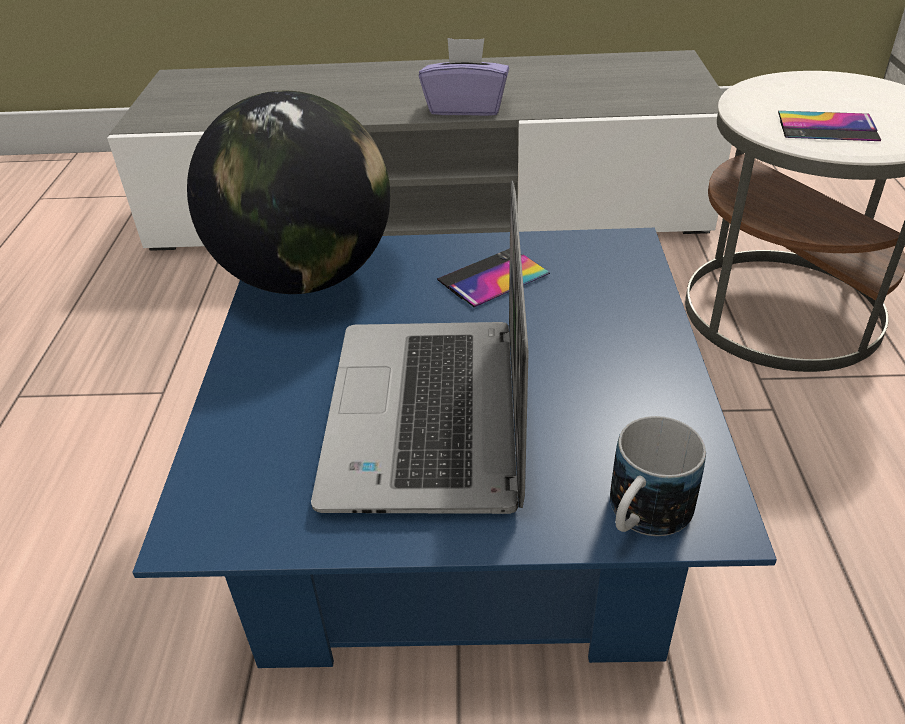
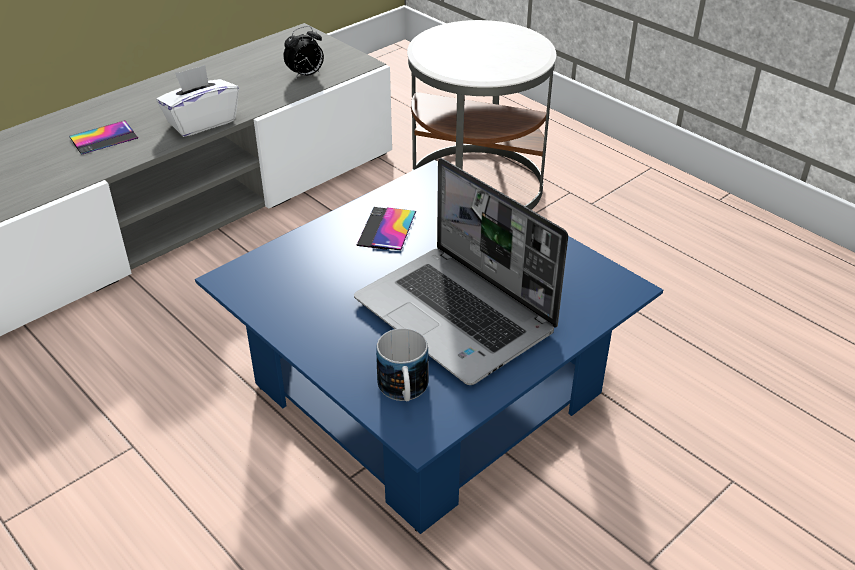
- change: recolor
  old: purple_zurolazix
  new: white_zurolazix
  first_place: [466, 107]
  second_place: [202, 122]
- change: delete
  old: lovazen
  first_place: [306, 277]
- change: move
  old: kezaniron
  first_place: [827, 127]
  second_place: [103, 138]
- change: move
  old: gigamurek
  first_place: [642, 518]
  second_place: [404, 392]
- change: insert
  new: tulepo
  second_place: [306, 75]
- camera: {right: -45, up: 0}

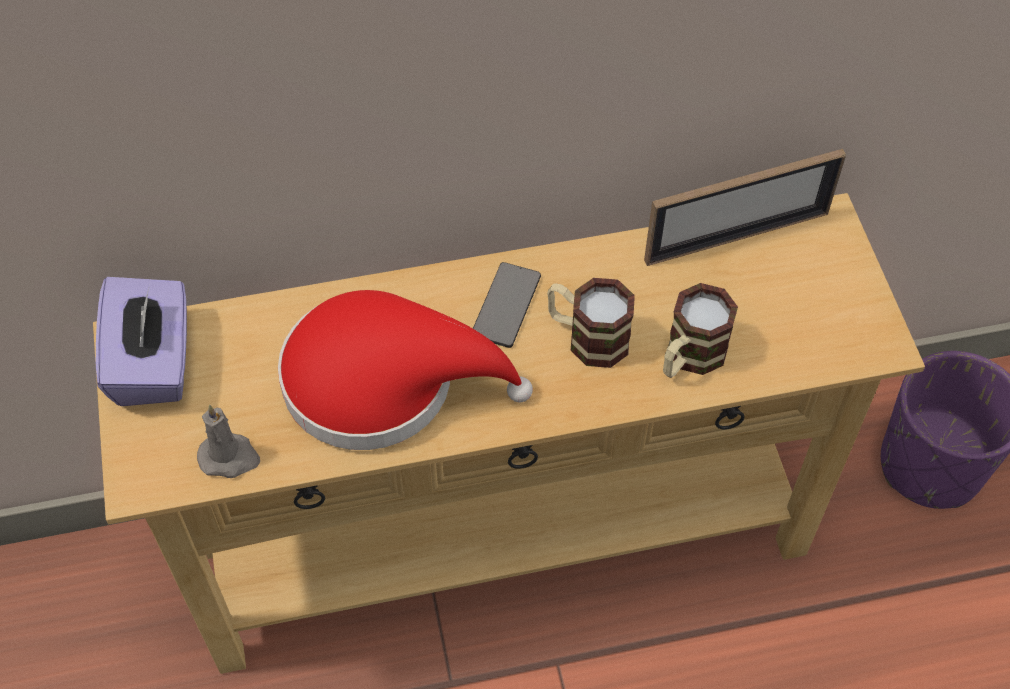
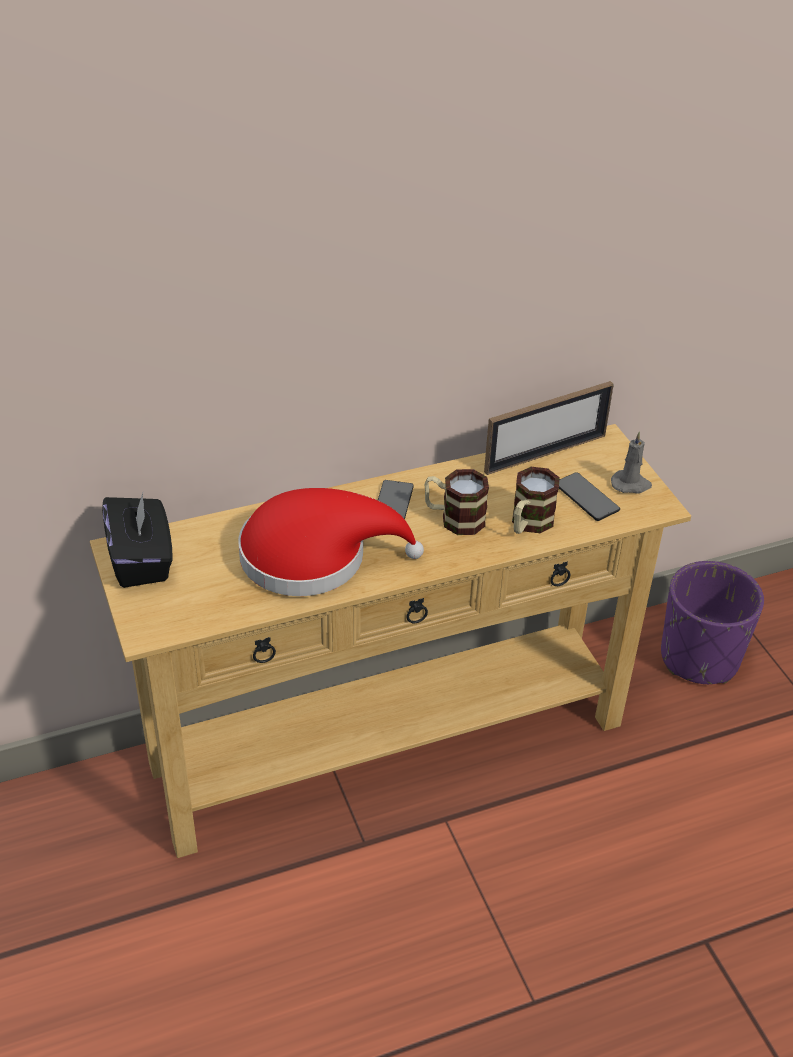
- change: recolor
  old: purple_zurolazix
  new: black_zurolazix
  first_place: [154, 363]
  second_place: [141, 560]
- change: move
  old: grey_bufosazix
  first_place: [230, 457]
  second_place: [631, 484]
- change: insert
  new: kezaniron
  second_place: [586, 498]
- camera: {right: -10, up: -15}

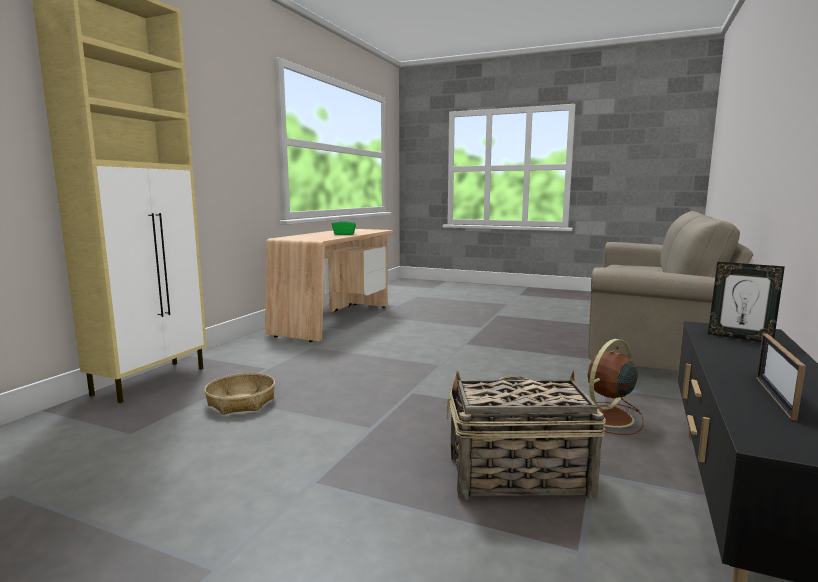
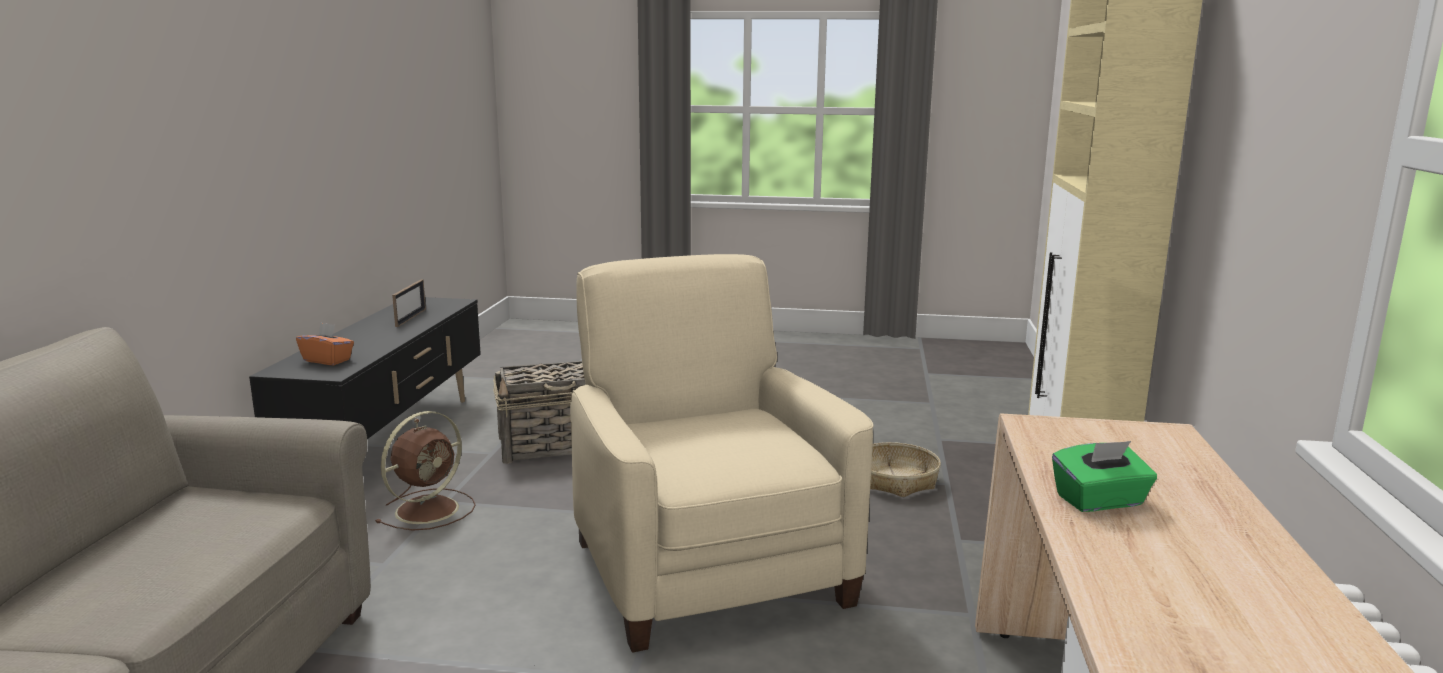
- change: replace
  old: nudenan
  new: orange_zurolazix
  first_place: [740, 337]
  second_place: [327, 360]
- change: insert
  new: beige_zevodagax
  second_place: [708, 570]
- camera: {right: 165, up: 5}

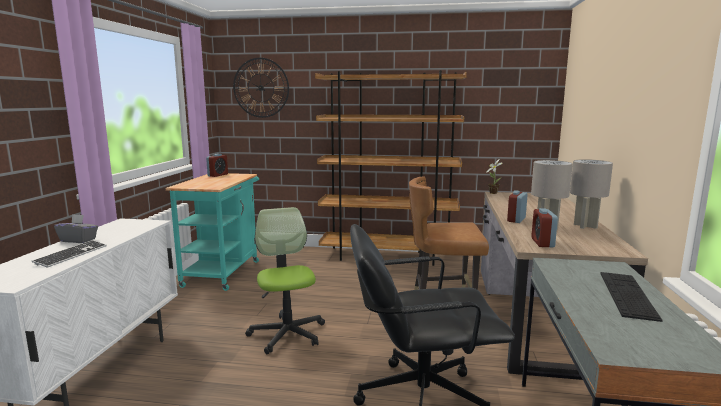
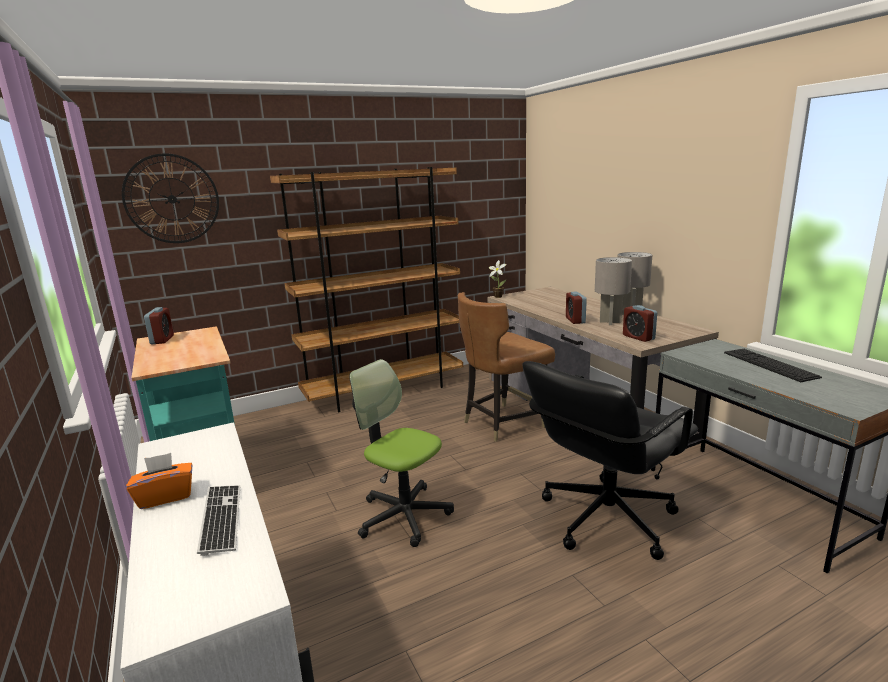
- change: recolor
  old: grey_zurolazix
  new: orange_zurolazix
  first_place: [78, 240]
  second_place: [166, 496]
- camera: {right: -35, up: 5}

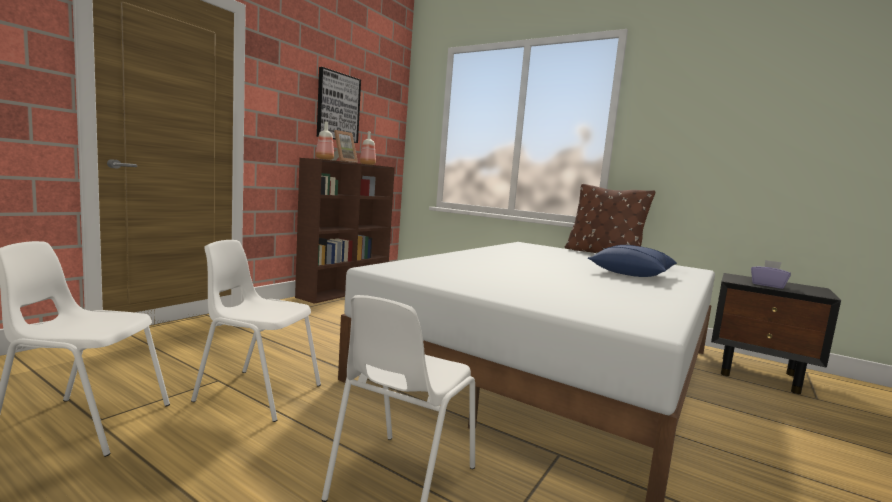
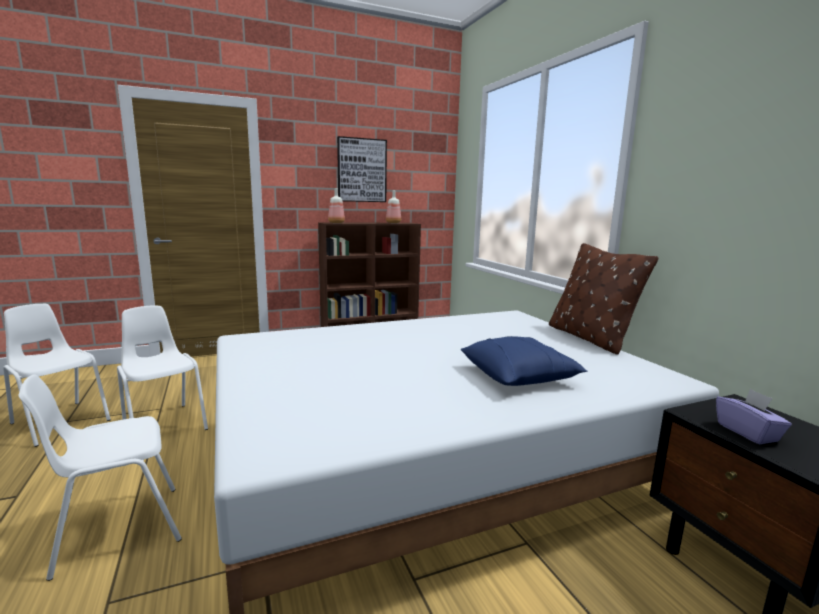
- change: delete
  old: nudenan
  first_place: [343, 161]
- camera: {right: 35, up: 5}

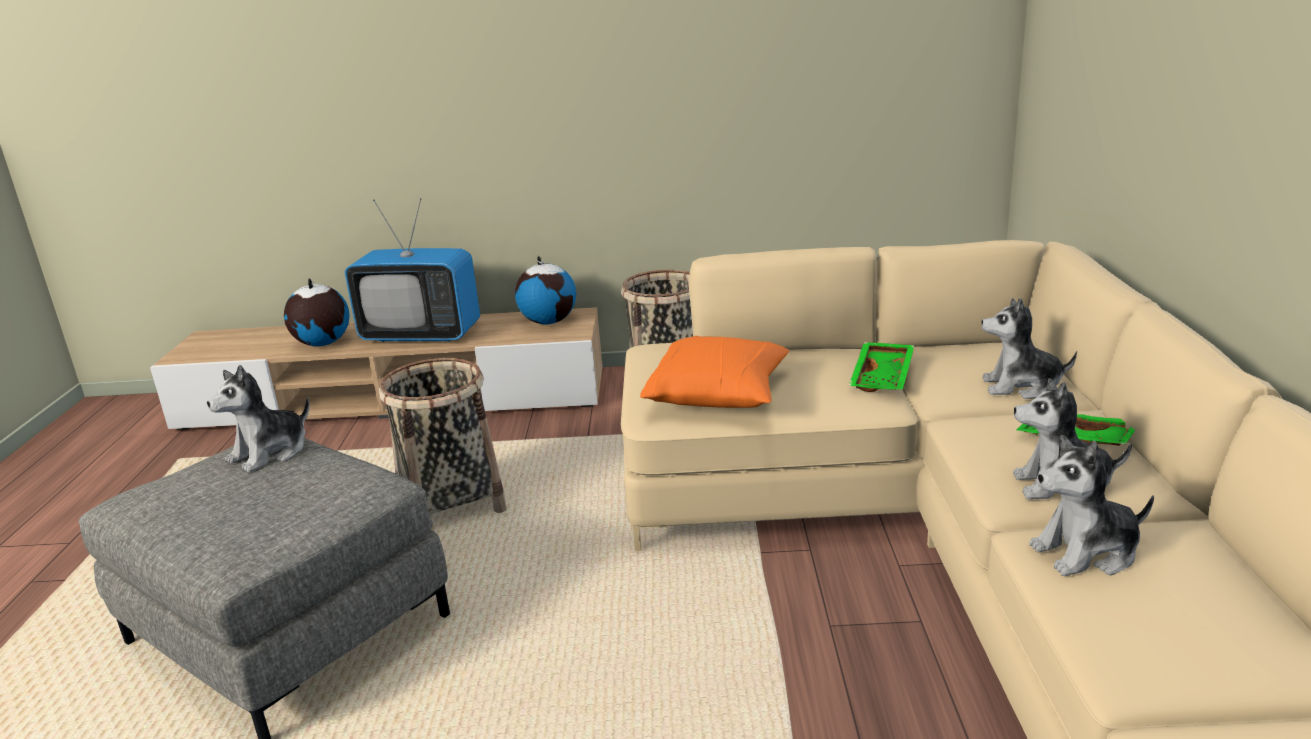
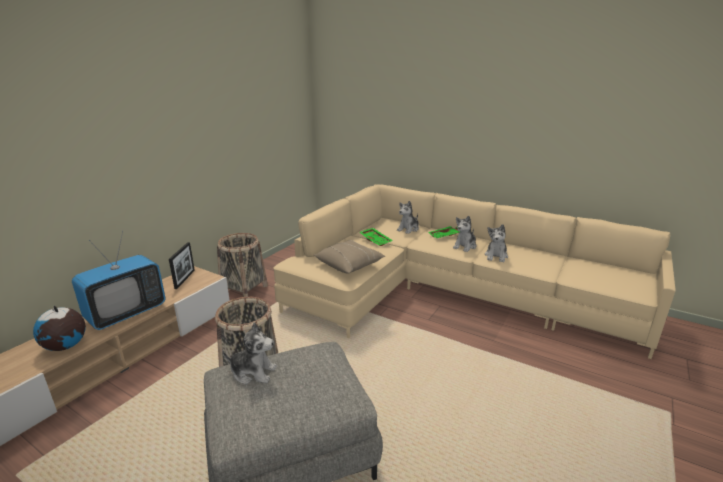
- change: replace
  old: lovazen
  new: nudenan
  first_place: [549, 322]
  second_place: [185, 279]
- change: recolor
  old: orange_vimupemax
  new: beige_vimupemax
  first_place: [718, 394]
  second_place: [349, 264]
- change: rotate
  old: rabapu
  first_place: [270, 453]
  second_place: [253, 372]
  degrees: -60
- camera: {right: -60, up: 0}

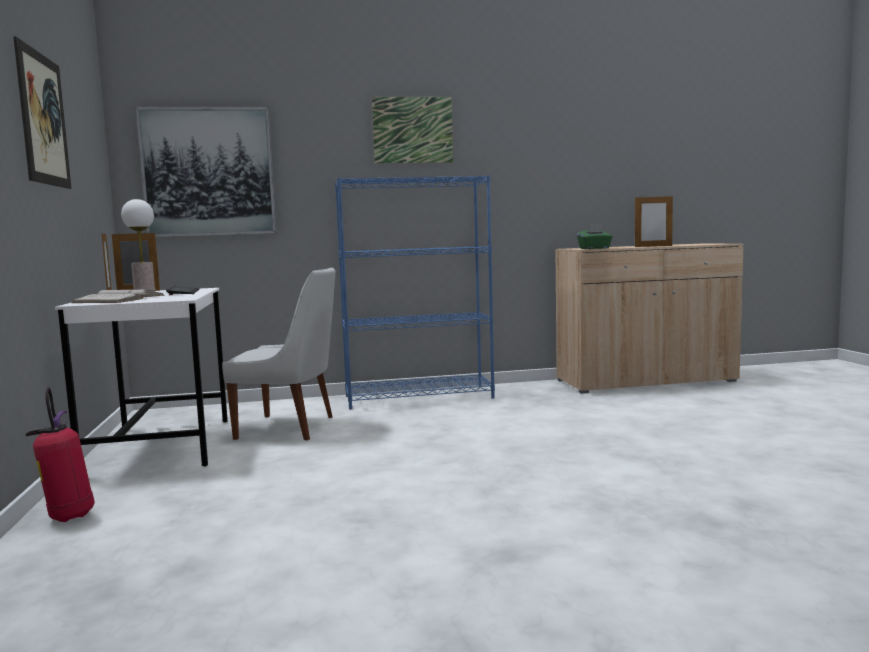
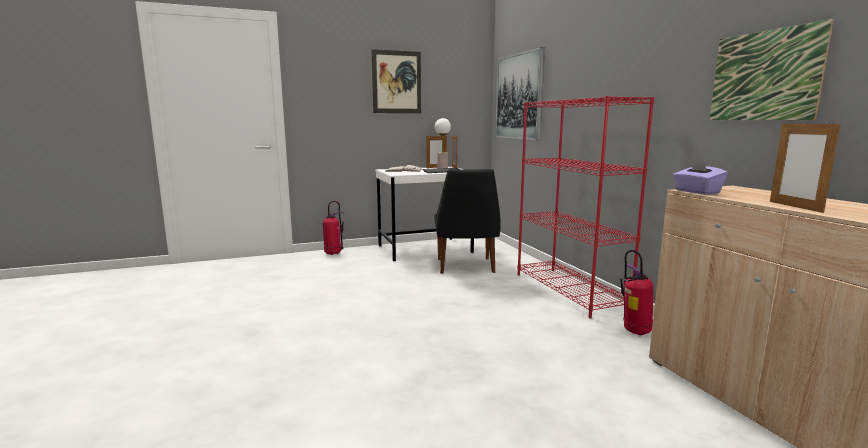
- change: move
  old: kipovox
  first_place: [412, 130]
  second_place: [764, 76]
- change: recolor
  old: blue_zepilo
  new: red_zepilo
  first_place: [419, 397]
  second_place: [570, 291]
- change: recolor
  old: green_zurolazix
  new: purple_zurolazix
  first_place: [594, 248]
  second_place: [696, 192]
- change: recolor
  old: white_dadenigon
  new: black_dadenigon
  first_place: [290, 428]
  second_place: [465, 266]
- change: insert
  new: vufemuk
  second_place: [634, 332]
- camera: {right: 80, up: 5}

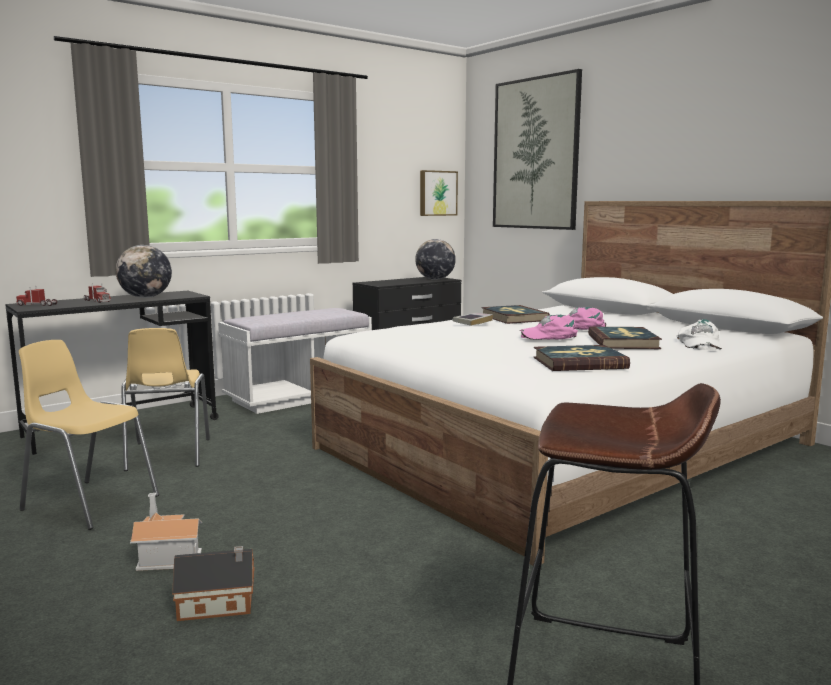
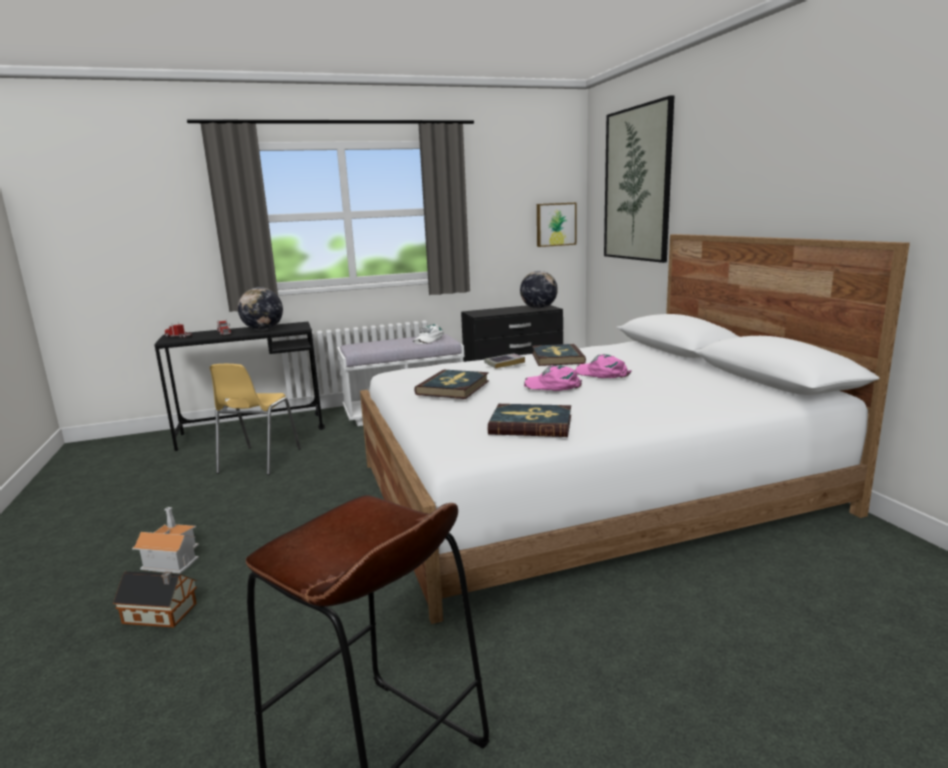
- change: move
  old: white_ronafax
  first_place: [699, 344]
  second_place: [428, 339]
- change: move
  old: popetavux
  first_place: [623, 342]
  second_place: [453, 387]
- change: delete
  old: yellow_dadenigon
  first_place: [89, 503]
- camera: {right: 20, up: 5}

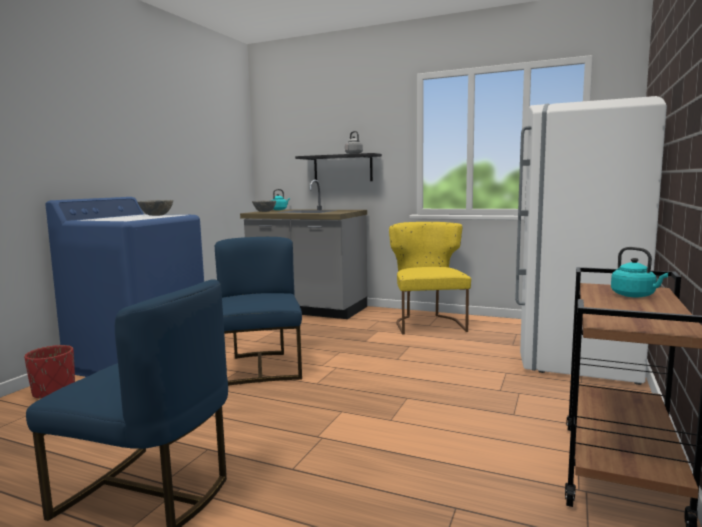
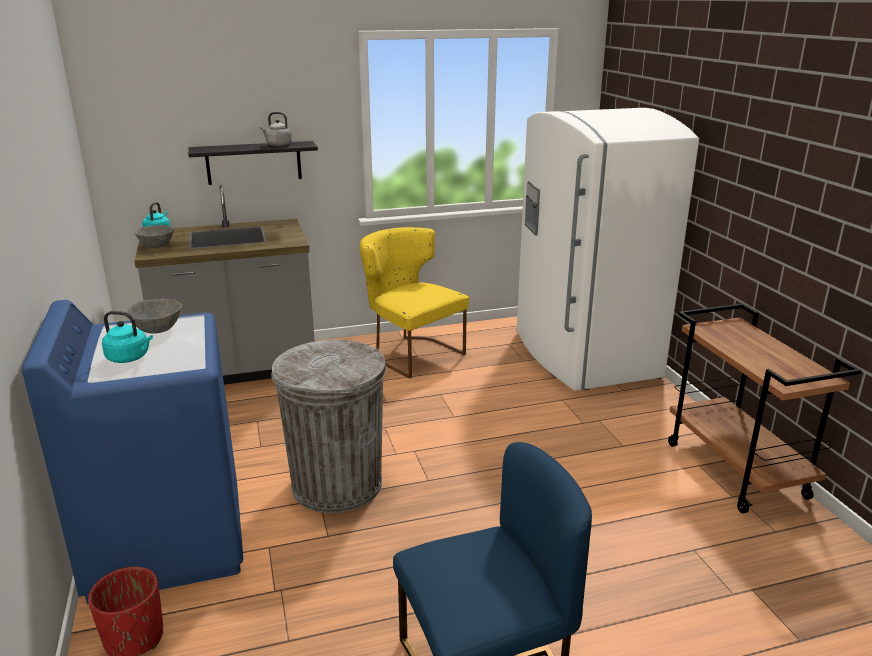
- change: replace
  old: blue_dadenigon
  new: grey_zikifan
  first_place: [260, 368]
  second_place: [337, 484]
- change: move
  old: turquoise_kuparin
  first_place: [635, 295]
  second_place: [130, 358]
- camera: {right: -40, up: 15}

